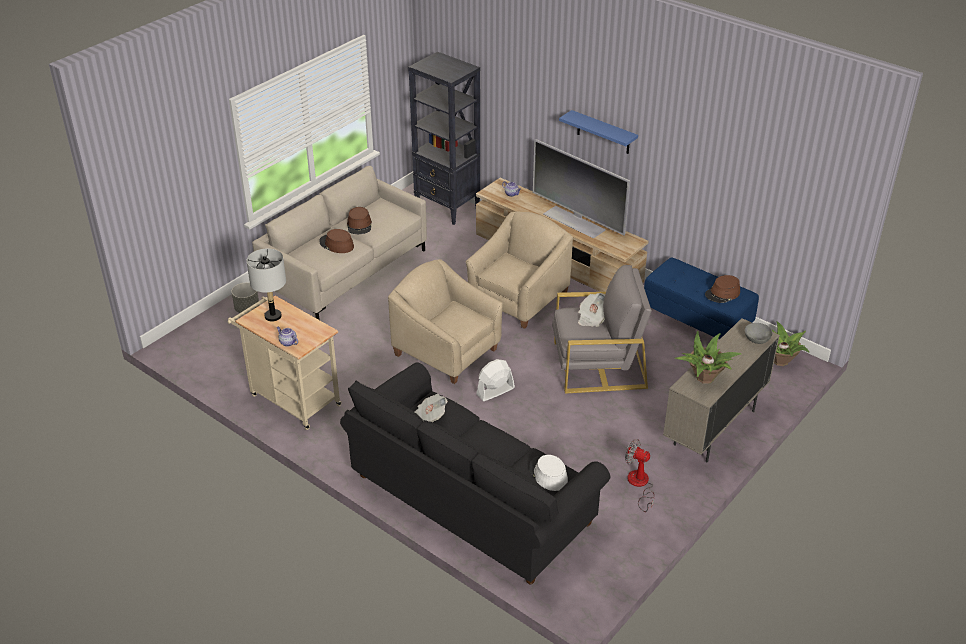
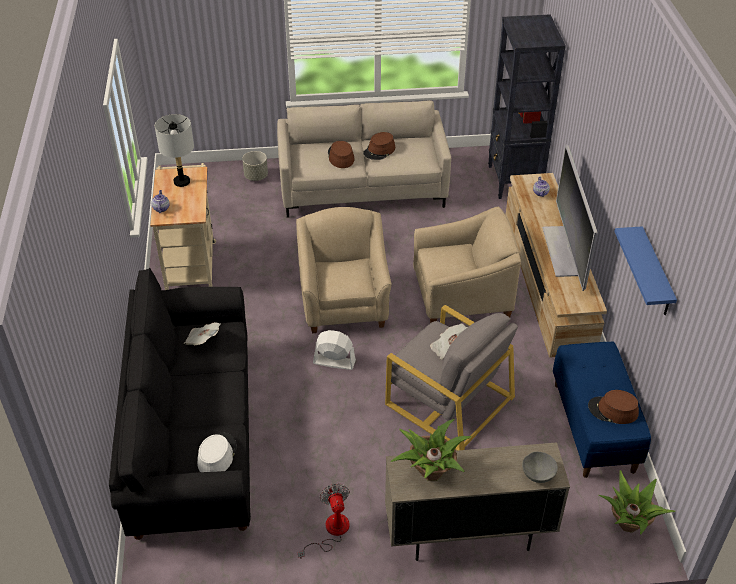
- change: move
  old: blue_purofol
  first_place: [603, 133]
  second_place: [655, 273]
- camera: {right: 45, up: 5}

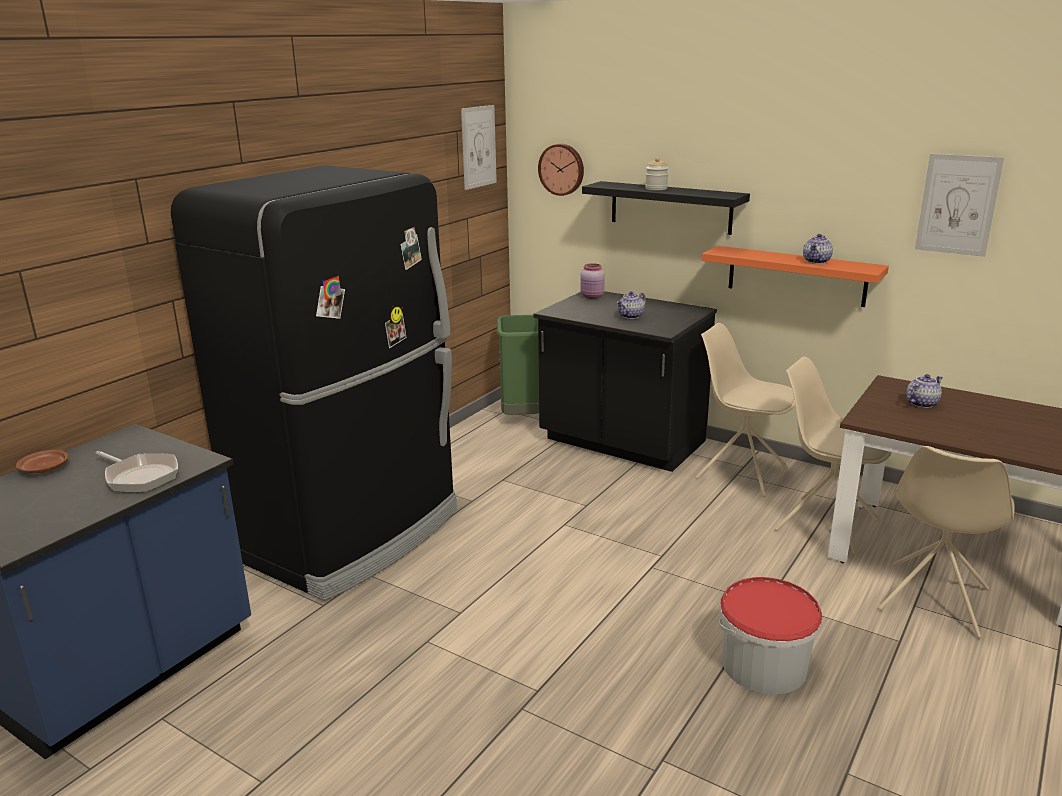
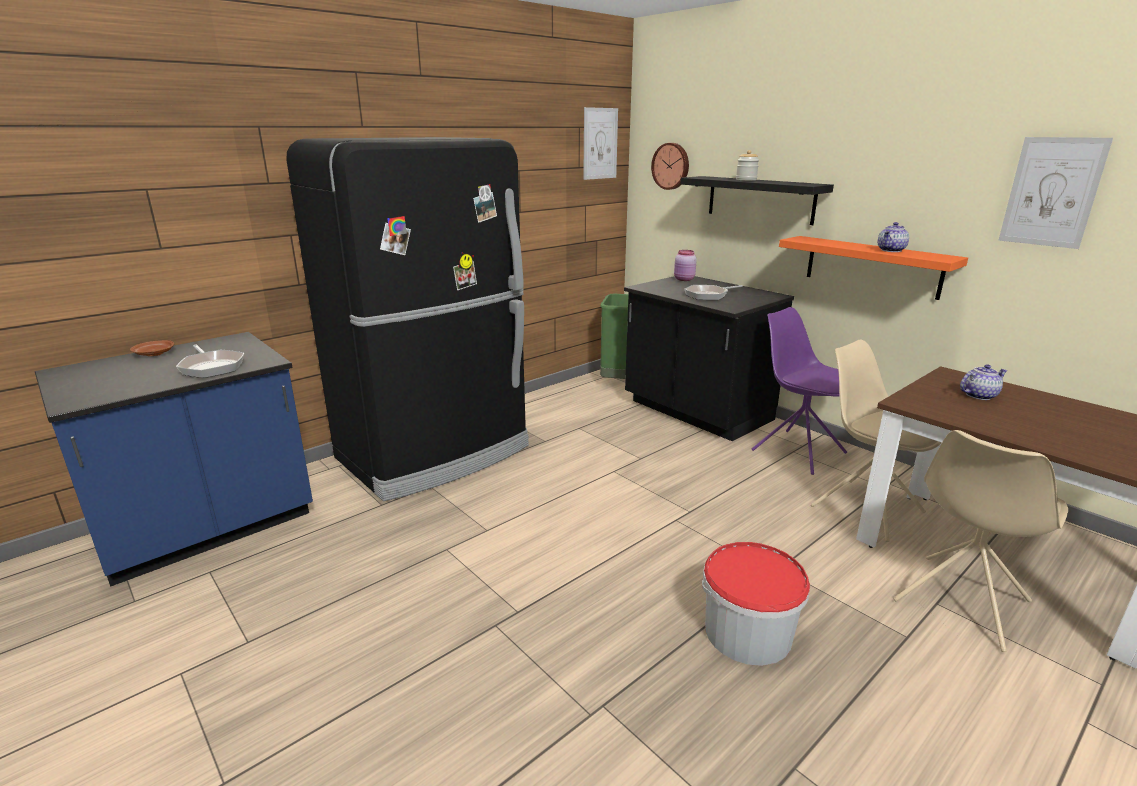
- change: replace
  old: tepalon
  new: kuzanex
  first_place: [631, 316]
  second_place: [708, 295]
- change: recolor
  old: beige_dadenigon
  new: purple_dadenigon
  first_place: [740, 473]
  second_place: [797, 451]
- camera: {right: 15, up: 0}

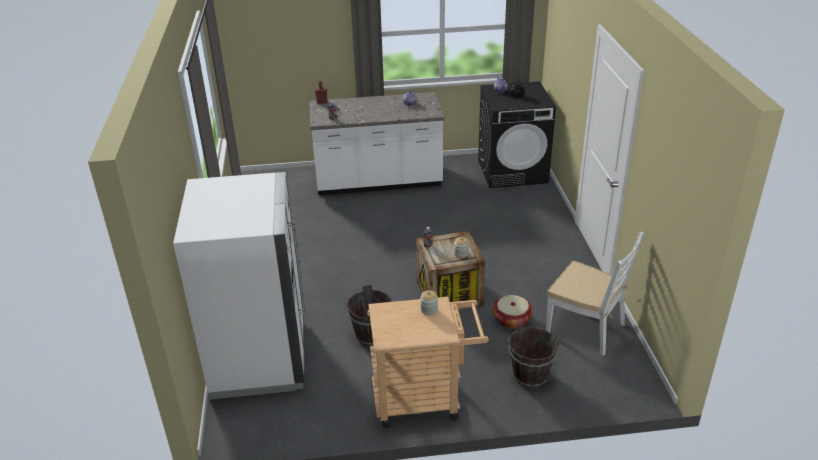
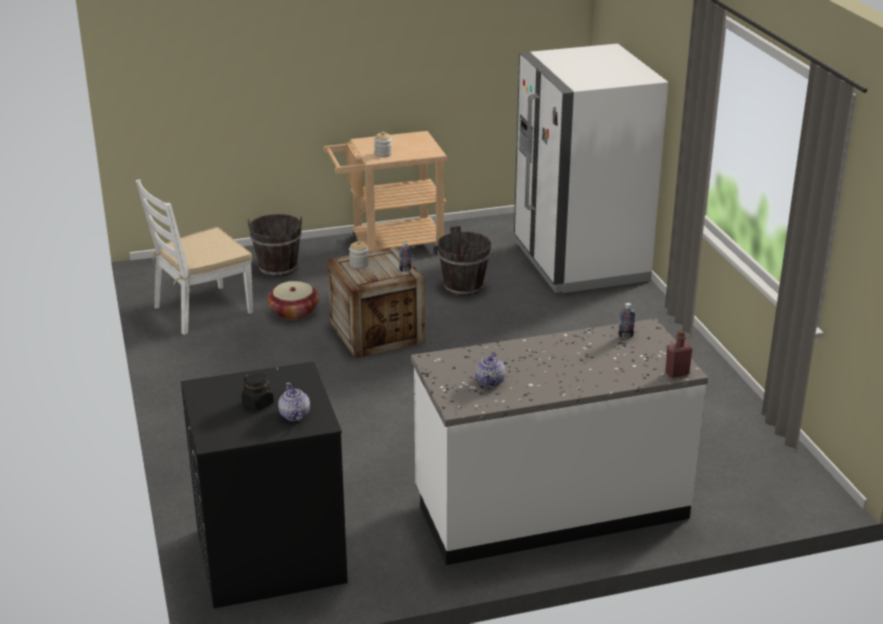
- change: rotate
  old: white_dadenigon
  first_place: [586, 328]
  second_place: [202, 310]
  degrees: -60
- camera: {right: 170, up: -5}

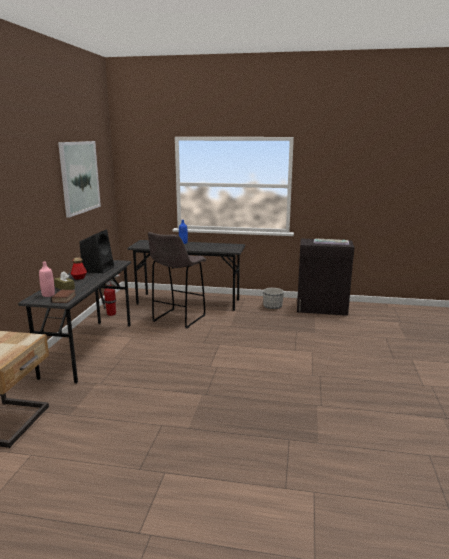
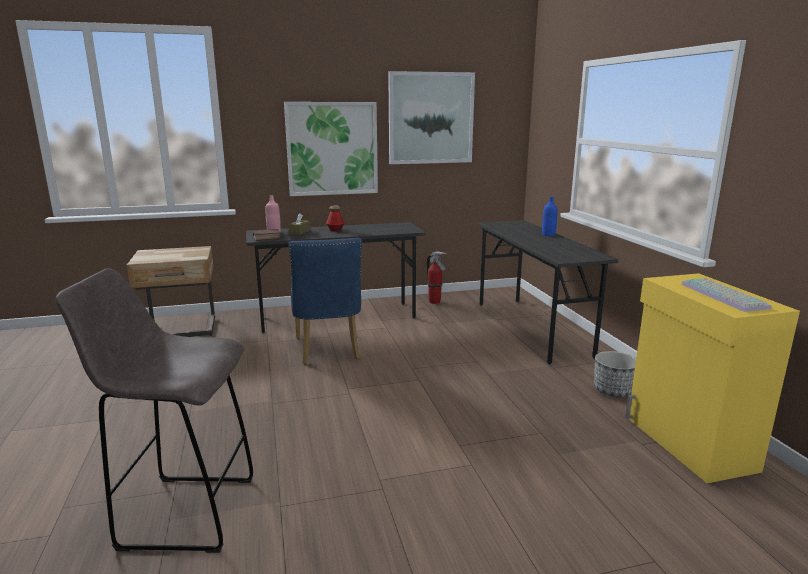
- change: delete
  old: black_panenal
  first_place: [98, 269]
- change: move
  old: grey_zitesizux
  first_place: [178, 319]
  second_place: [184, 512]
- change: recolor
  old: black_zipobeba
  new: yellow_zipobeba
  first_place: [322, 309]
  second_place: [688, 443]
- change: insert
  new: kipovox
  second_place: [332, 149]
- change: insert
  new: blue_dadenigon
  second_place: [328, 351]
- camera: {right: 65, up: 0}

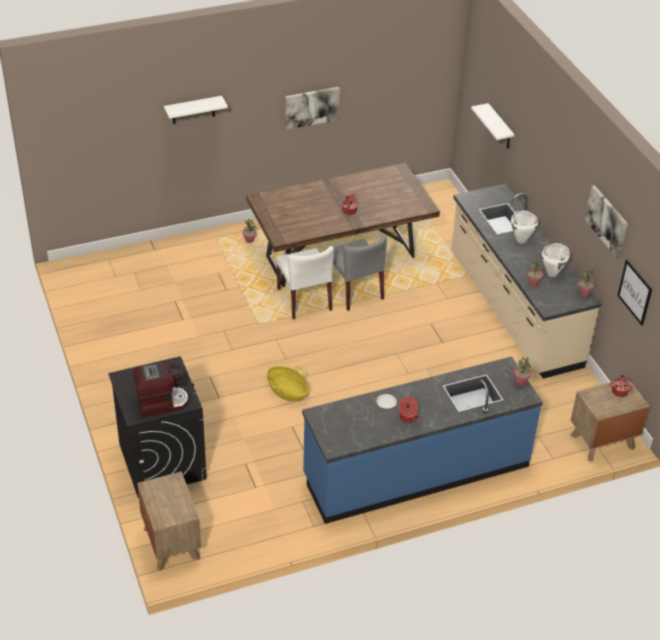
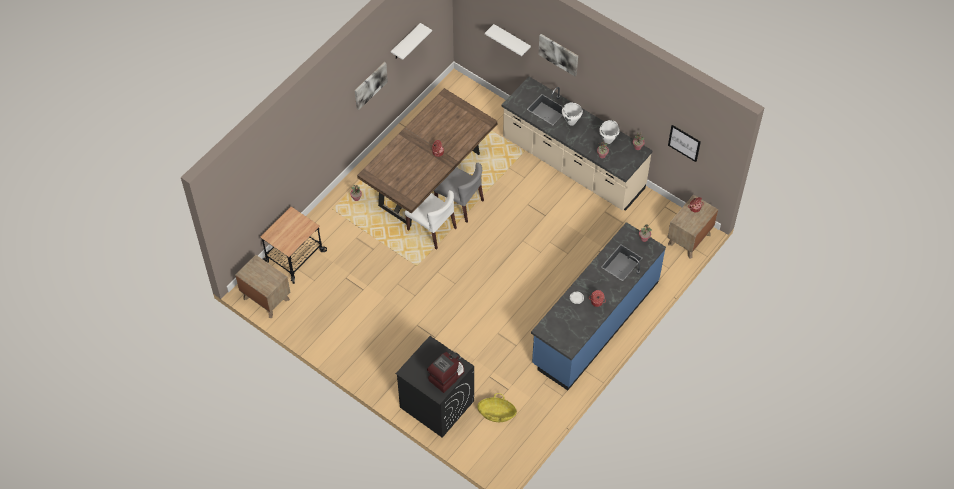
- change: move
  old: white_purofol
  first_place: [193, 110]
  second_place: [405, 42]
- change: move
  old: kipovox
  first_place: [607, 221]
  second_place: [558, 54]
- change: move
  old: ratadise
  first_place: [287, 391]
  second_place: [496, 414]
- change: move
  old: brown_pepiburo
  first_place: [171, 543]
  second_place: [266, 298]
- change: insert
  new: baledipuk
  second_place: [294, 256]
- camera: {right: -30, up: 15}

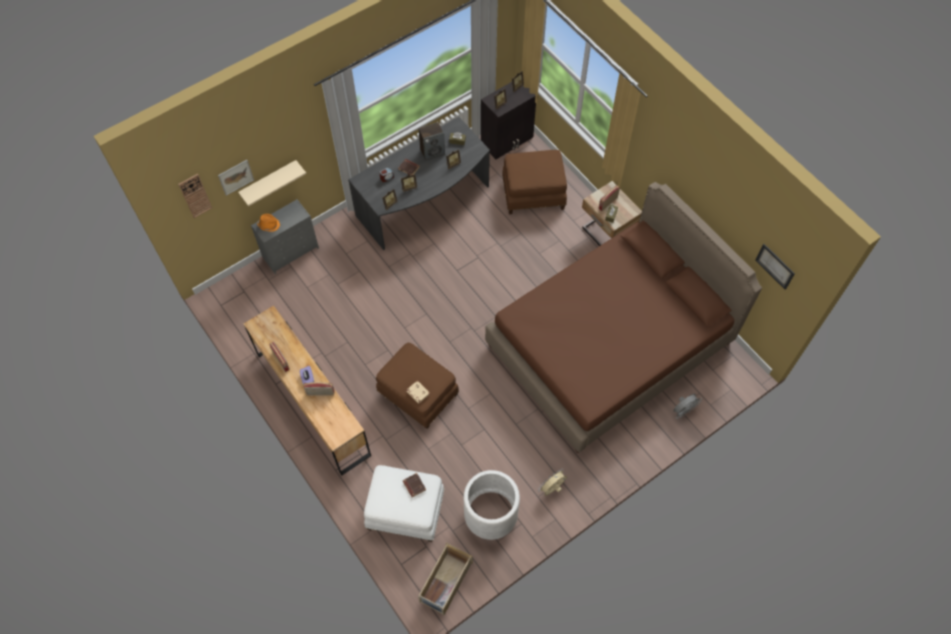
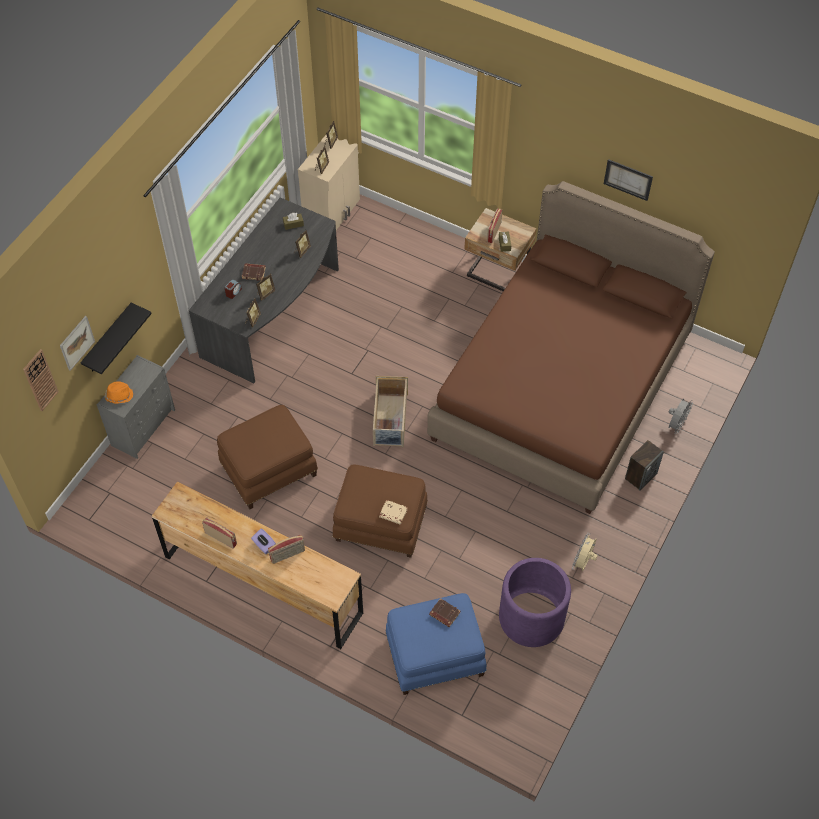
- change: recolor
  old: black_zipobeba
  new: beige_zipobeba
  first_place: [507, 140]
  second_place: [333, 212]
- change: move
  old: panenal
  first_place: [432, 151]
  second_place: [640, 476]
- change: move
  old: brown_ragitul
  first_place: [533, 193]
  second_place: [268, 469]
- change: recolor
  old: beige_purofol
  new: black_purofol
  first_place: [269, 182]
  second_place: [108, 340]
- change: move
  old: kipovox
  first_place: [775, 266]
  second_place: [628, 179]
- change: recolor
  old: white_ragitul
  new: blue_ragitul
  first_place: [405, 510]
  second_place: [435, 654]
- change: recolor
  old: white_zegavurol
  new: purple_zegavurol
  first_place: [490, 513]
  second_place: [531, 617]
- change: move
  old: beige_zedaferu
  first_place: [445, 583]
  second_place: [390, 420]
- camera: {right: -25, up: -5}

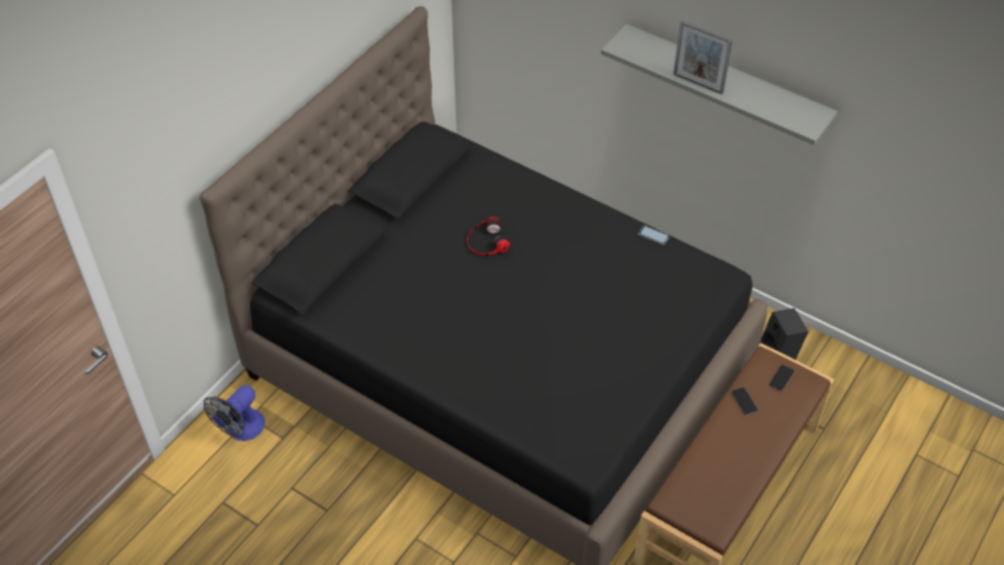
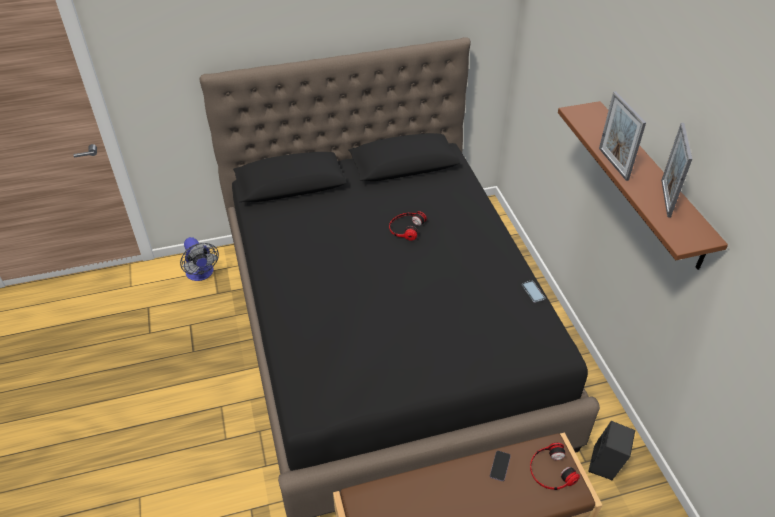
- change: recolor
  old: grey_purofol
  new: brown_purofol
  first_place: [725, 84]
  second_place: [650, 184]
- change: replace
  old: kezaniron
  new: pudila
  first_place: [781, 378]
  second_place: [551, 470]
- change: rotate
  old: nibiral
  first_place: [241, 430]
  second_place: [201, 274]
  degrees: -105
- change: insert
  new: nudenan
  second_place: [665, 198]
- camera: {right: 40, up: -5}

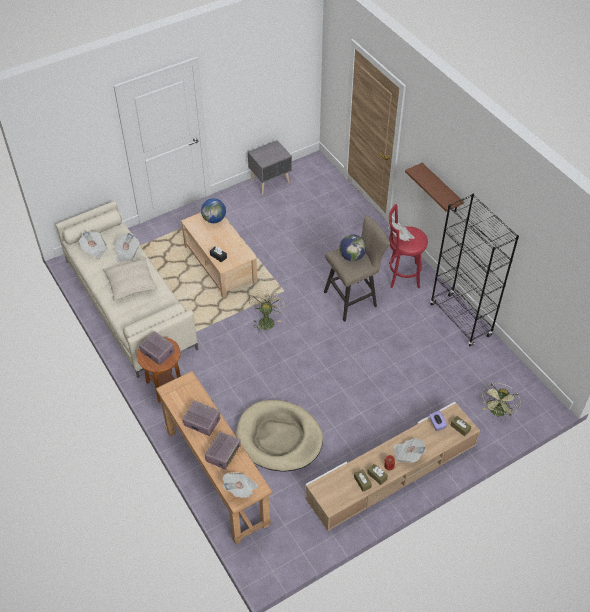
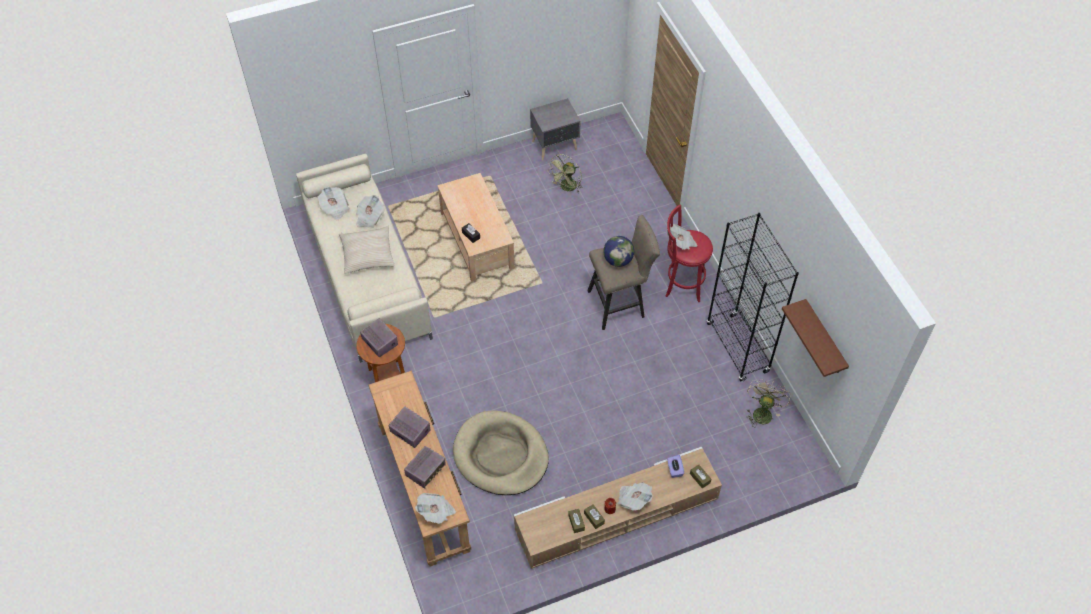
- change: move
  old: brown_purofol
  first_place: [441, 189]
  second_place: [824, 339]
- change: delete
  old: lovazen
  first_place: [214, 219]
- change: move
  old: beige_nibiral
  first_place: [266, 320]
  second_place: [762, 412]
- change: move
  old: green_nibiral
  first_place: [497, 413]
  second_place: [566, 188]
- camera: {right: 10, up: 5}

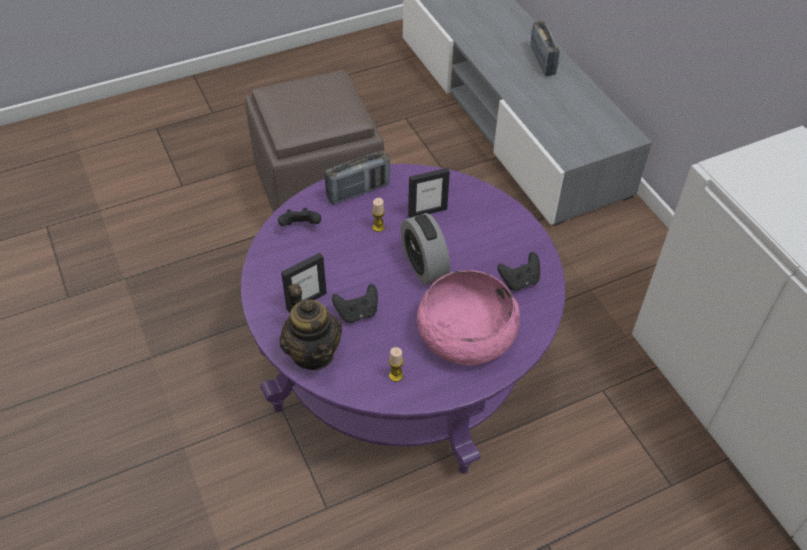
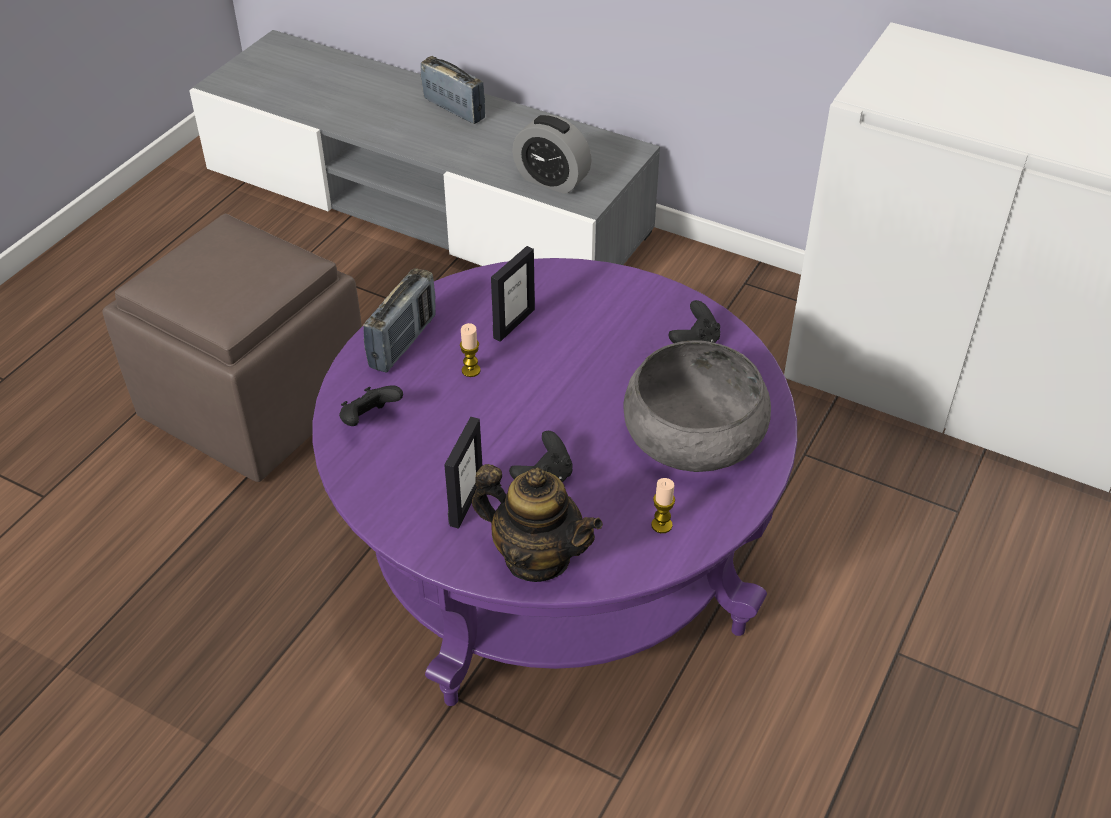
- change: move
  old: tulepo
  first_place: [424, 266]
  second_place: [551, 180]
- change: recolor
  old: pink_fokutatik
  new: grey_fokutatik
  first_place: [466, 333]
  second_place: [694, 433]
- camera: {right: -35, up: -5}

